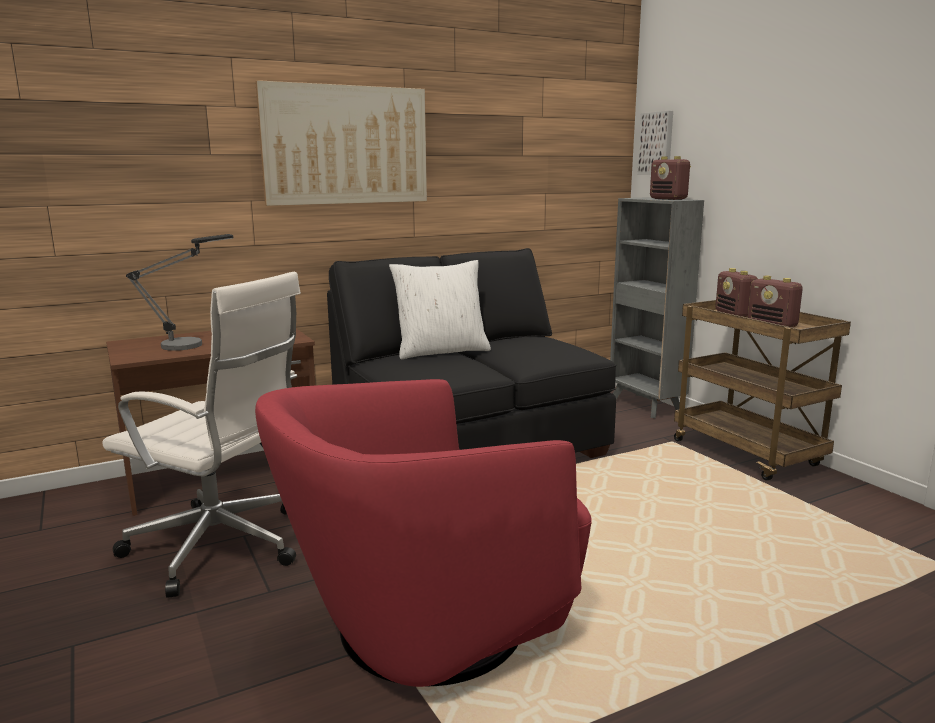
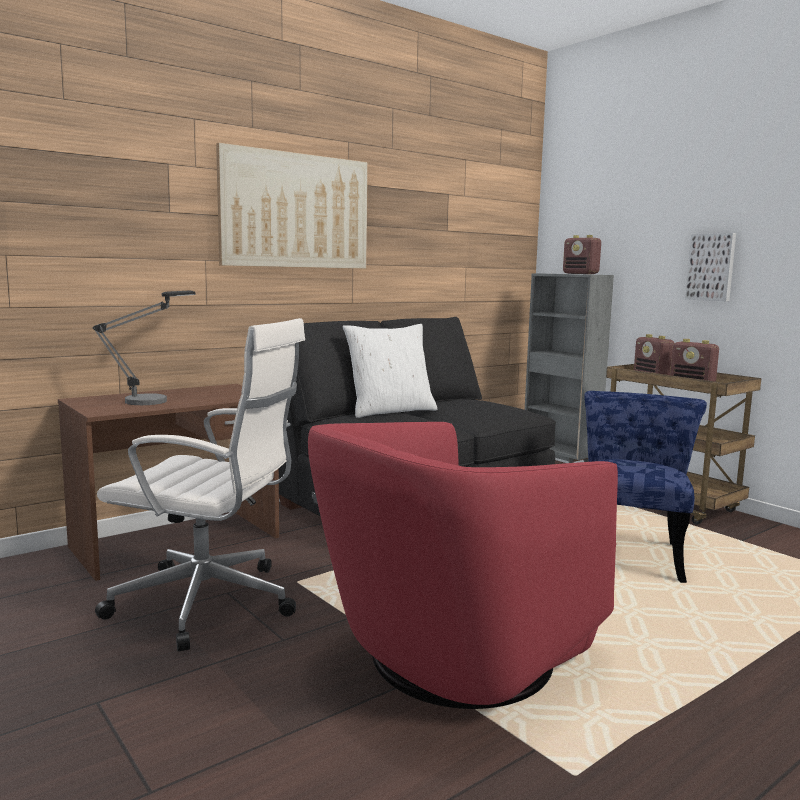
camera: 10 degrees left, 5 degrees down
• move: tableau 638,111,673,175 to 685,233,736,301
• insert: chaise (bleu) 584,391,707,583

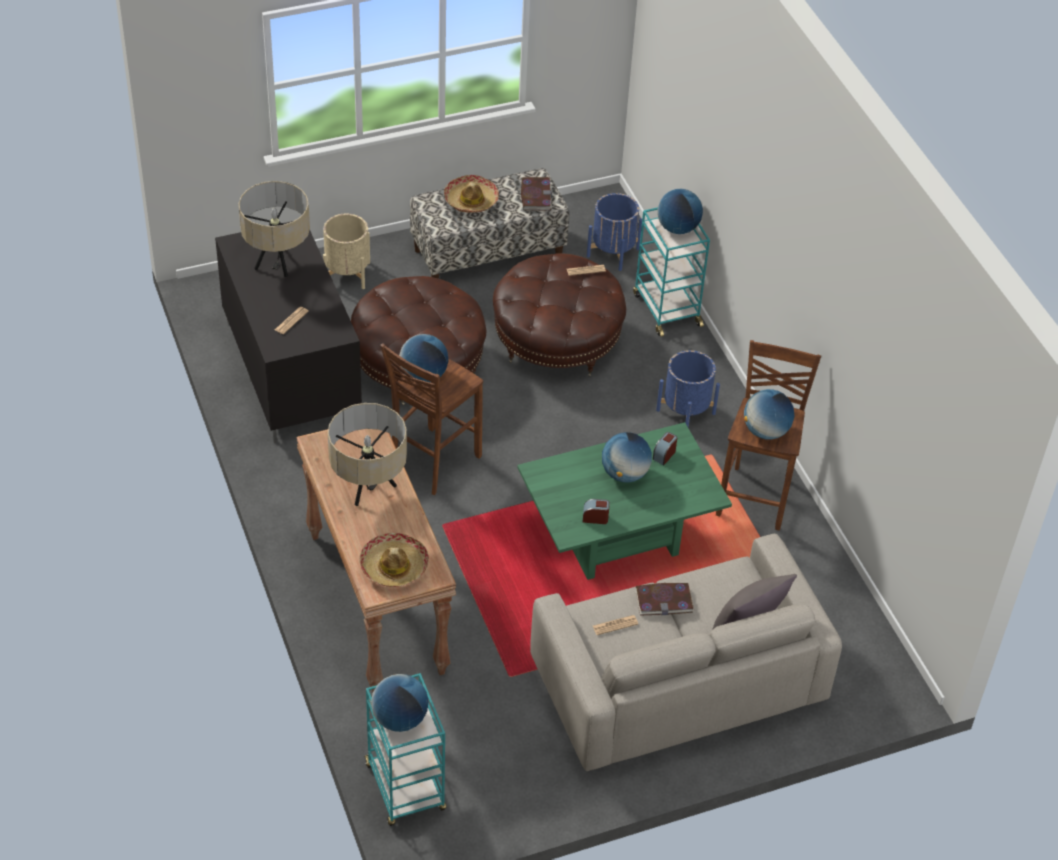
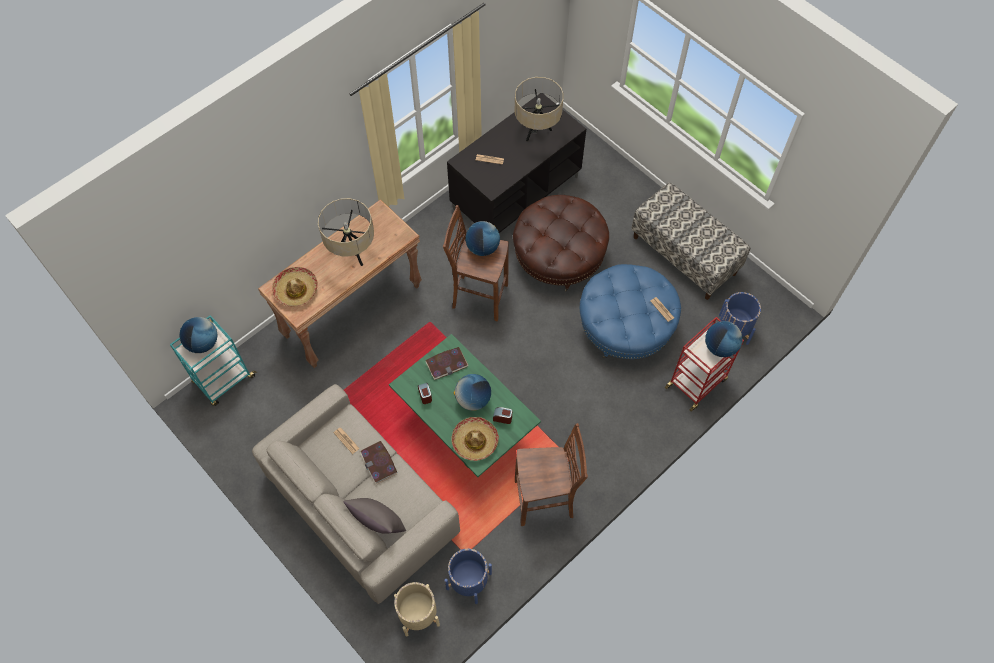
camera: 70 degrees right, 15 degrees up
• move: cache-pot (beige) 323,214,370,289 to 394,582,440,637
• move: chapeau 444,175,499,213 to 451,417,499,461
• recolor: pouf (marron) 493,253,626,377 to pouf (bleu) 580,264,681,359
• move: livre 521,177,552,211 to 425,347,468,380
• recolor: chariot (turquoise) 633,207,710,337 to chariot (rouge) 665,317,744,412
• move: cache-pot (bleu) 656,350,720,428 to 445,549,492,604
• delete: globe 744,389,794,440

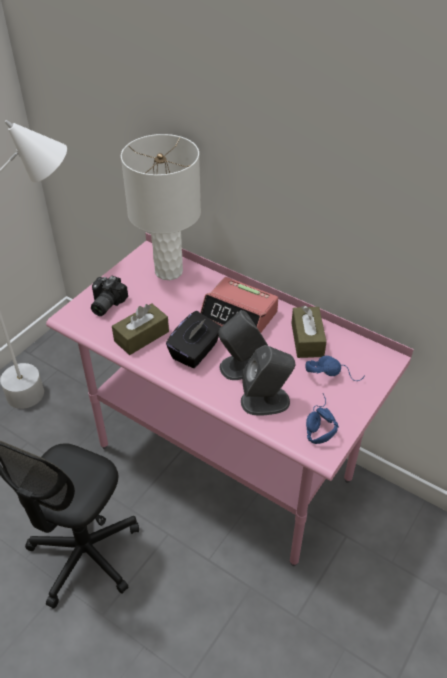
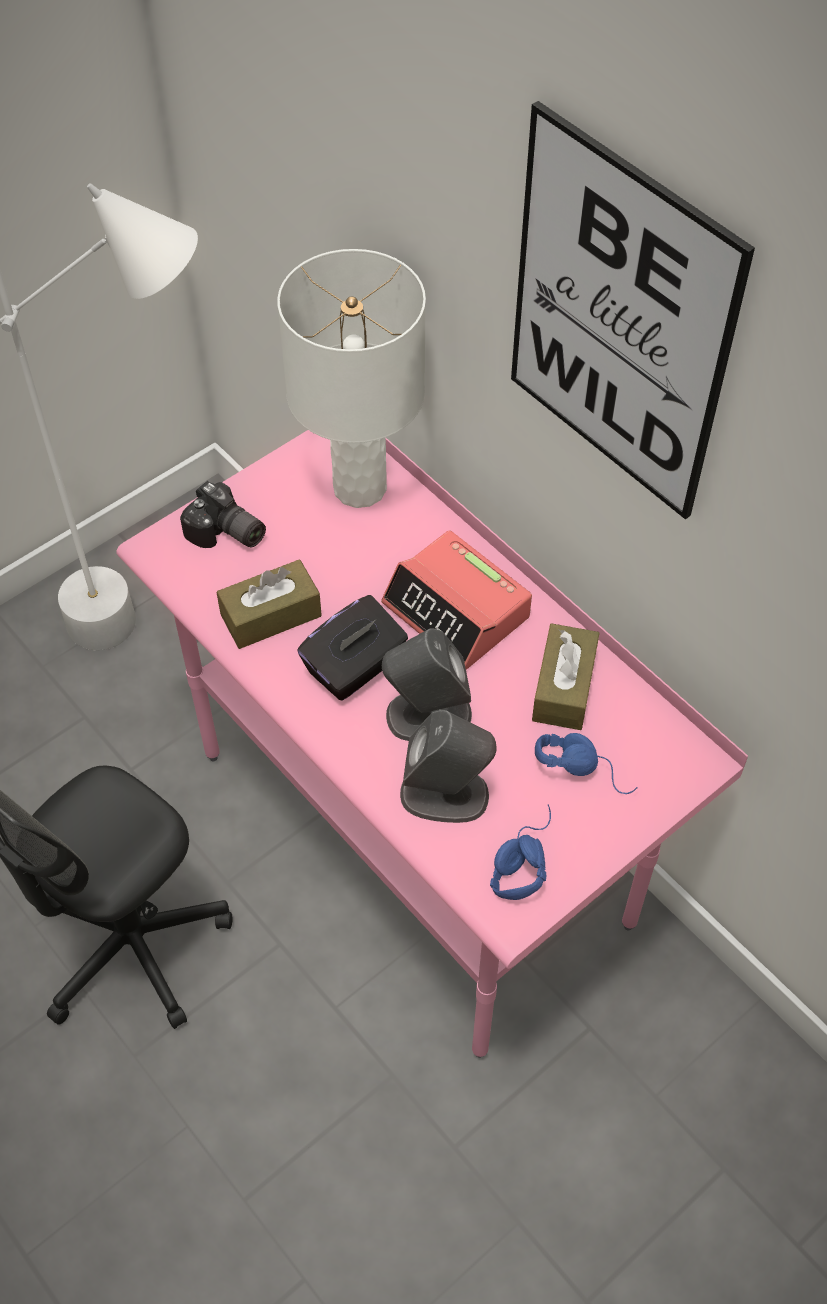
camera: 15 degrees right, 10 degrees up
• rotate: appareil photo 91,276,128,316 = 180,481,266,548 90 degrees counterclockwise
• insert: tableau 511,101,755,519

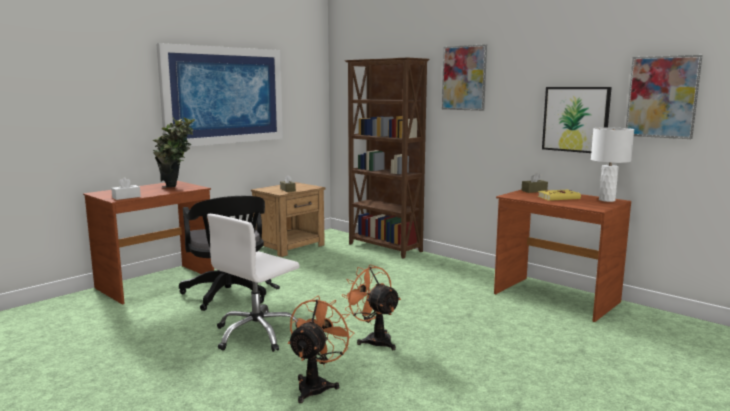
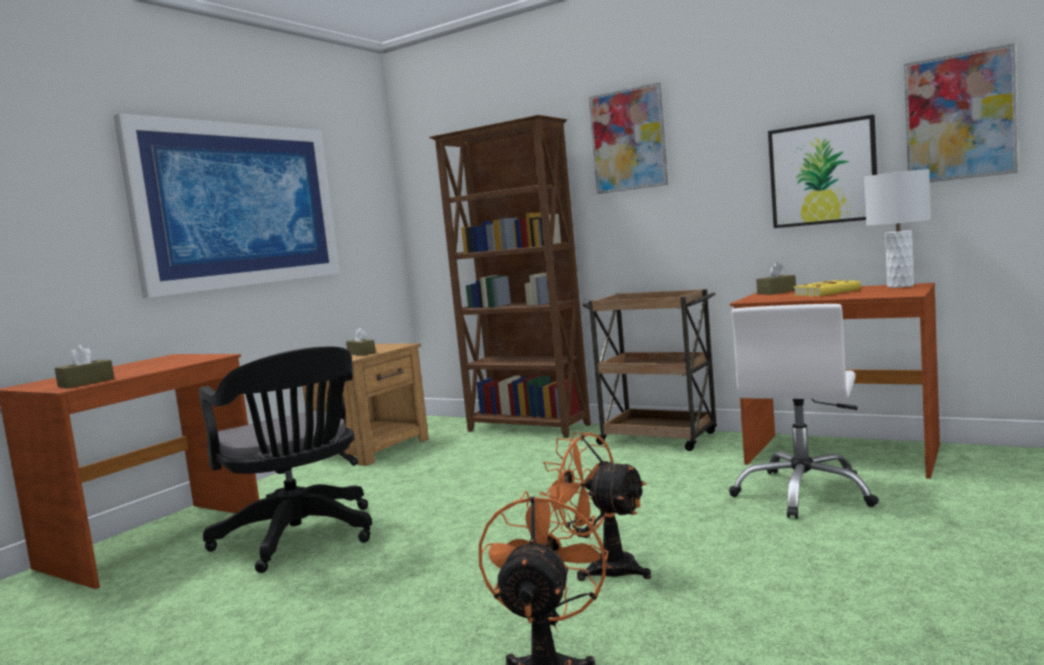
camera: 10 degrees left, 5 degrees down
• recolor: boîte à mouchoirs (blanc) 111,177,141,200 to boîte à mouchoirs (marron) 54,345,114,388
• delete: plante en pot 152,117,195,188
• move: chaise de bureau (blanc) 207,214,299,352 to 729,304,879,519
• insert: chariot (marron) 583,289,717,451

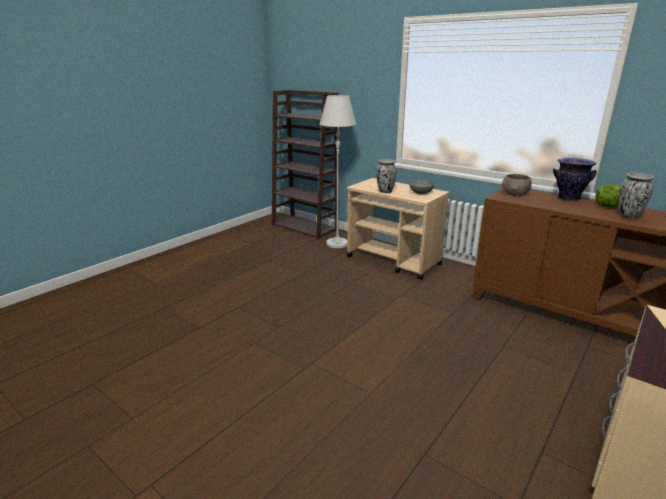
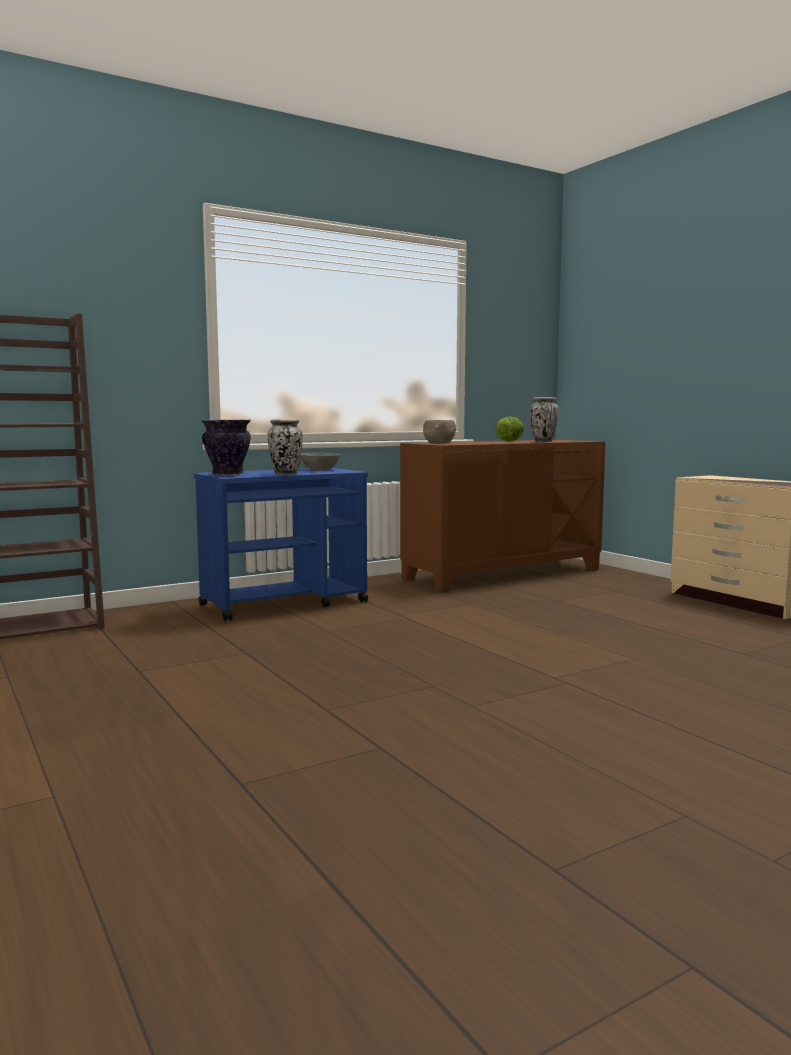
camera: 70 degrees left, 15 degrees down
• delete: lampadaire (blanc) 320,95,356,248
• recolor: chariot (beige) 346,178,450,280 to chariot (bleu) 194,468,368,621
• move: vase 553,158,597,201 to 201,420,251,476

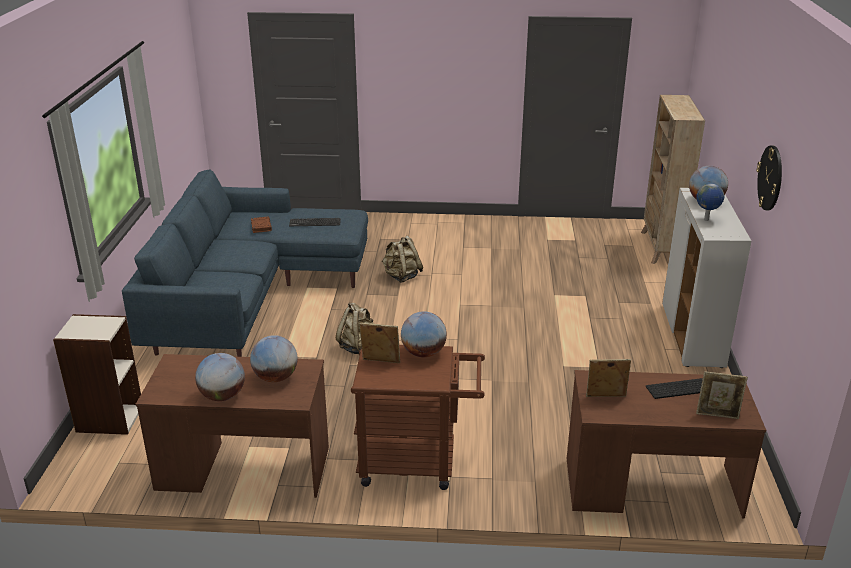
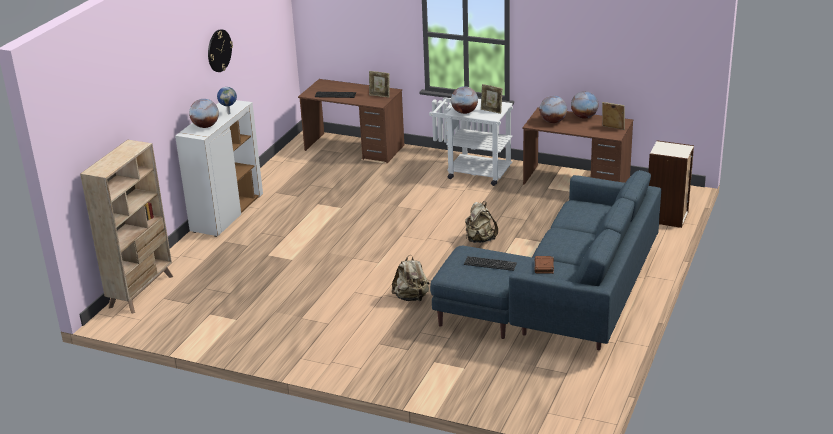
camera: 160 degrees left, 0 degrees up
• recolor: chariot (marron) 351,345,485,490 to chariot (blanc) 429,97,513,186
• move: cadre photo 696,371,748,419 to 602,102,625,130

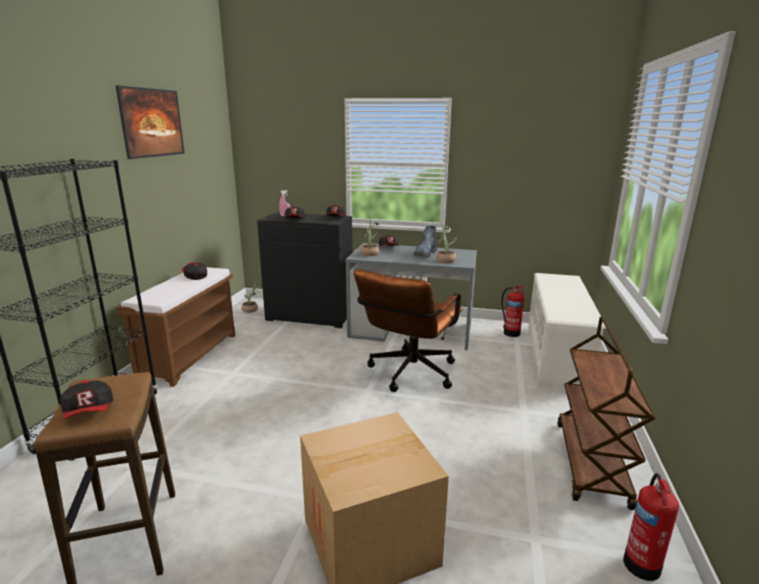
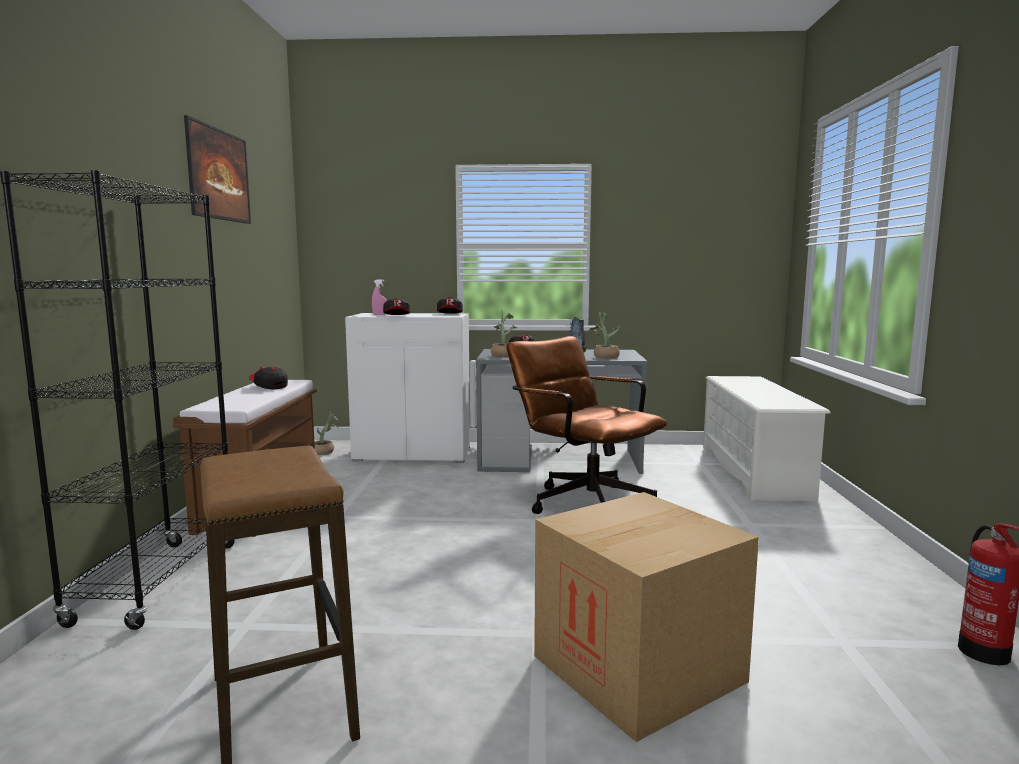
camera: 10 degrees left, 10 degrees down
• delete: casquette 60,380,113,419
• recolor: meuble de rangement (noir) 257,212,352,328 to meuble de rangement (blanc) 345,313,470,463
• rotate: chaise de bureau (marron) 354,269,462,392 = 506,336,667,514 120 degrees clockwise
• delete: extincteur 501,286,526,337
• delete: chariot (marron) 557,317,655,510

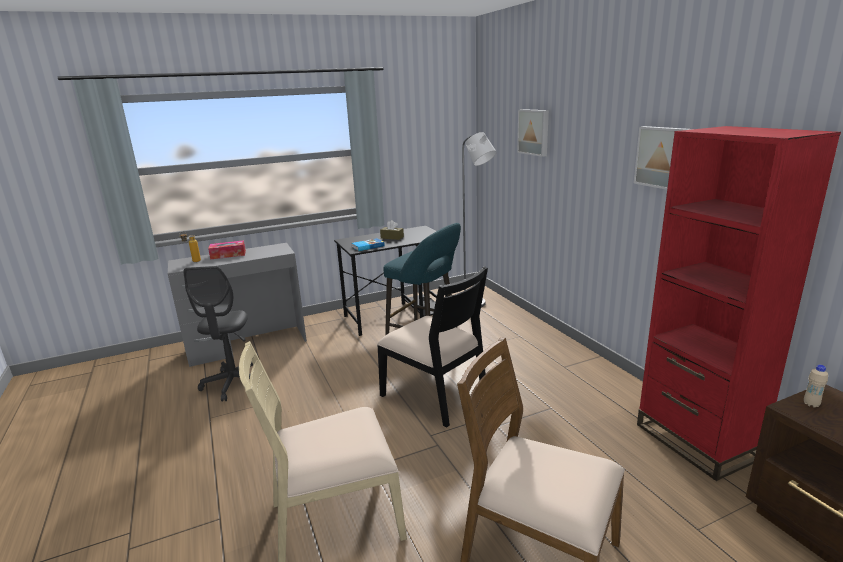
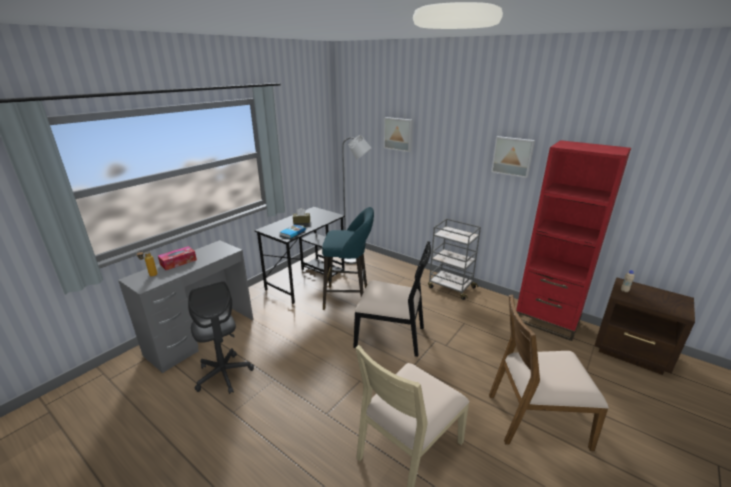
camera: 30 degrees left, 5 degrees up
• insert: chariot (gris) 428,218,481,300

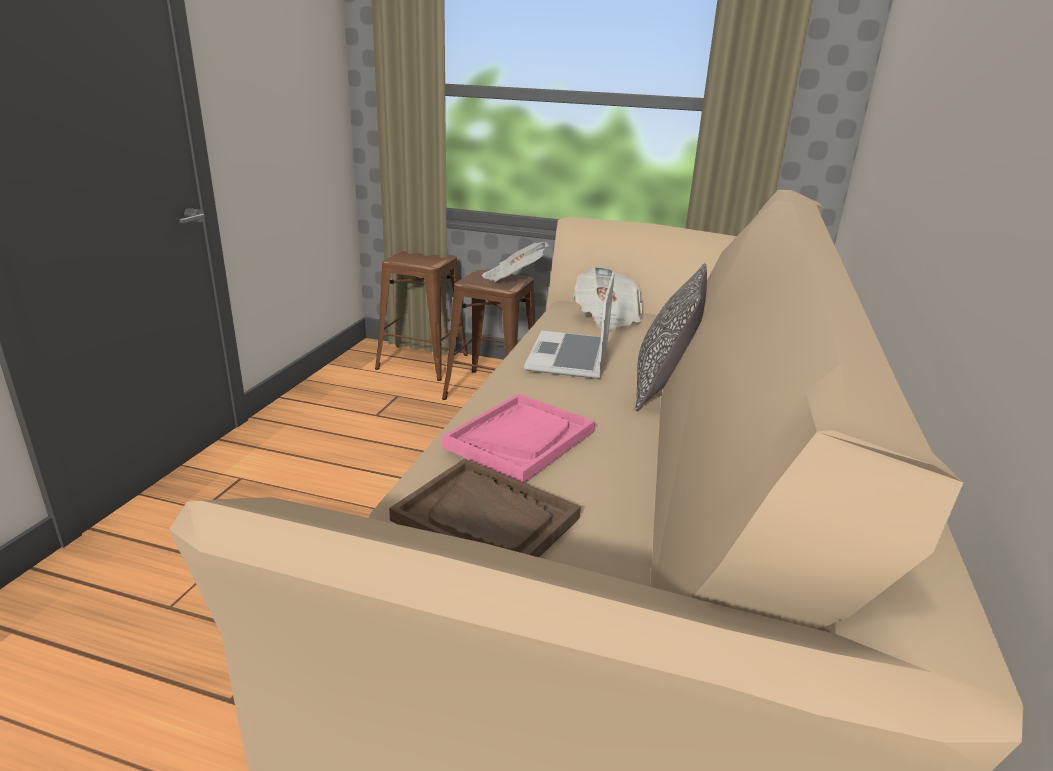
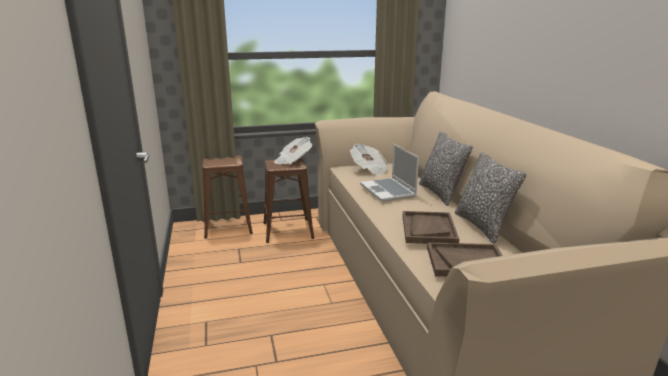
camera: 30 degrees left, 5 degrees down
• recolor: plateau (rose) 442,394,595,483 to plateau (marron) 403,211,459,244
• insert: coussin 455,152,526,244

